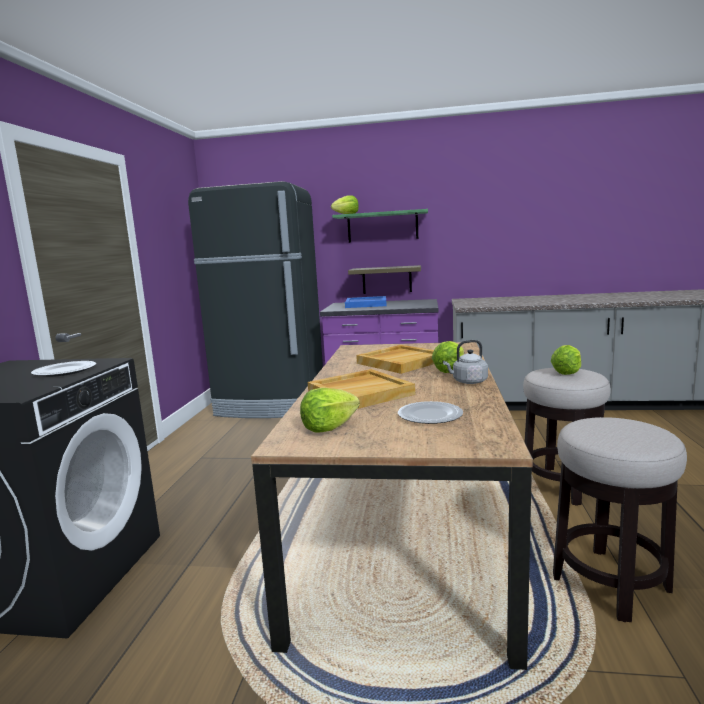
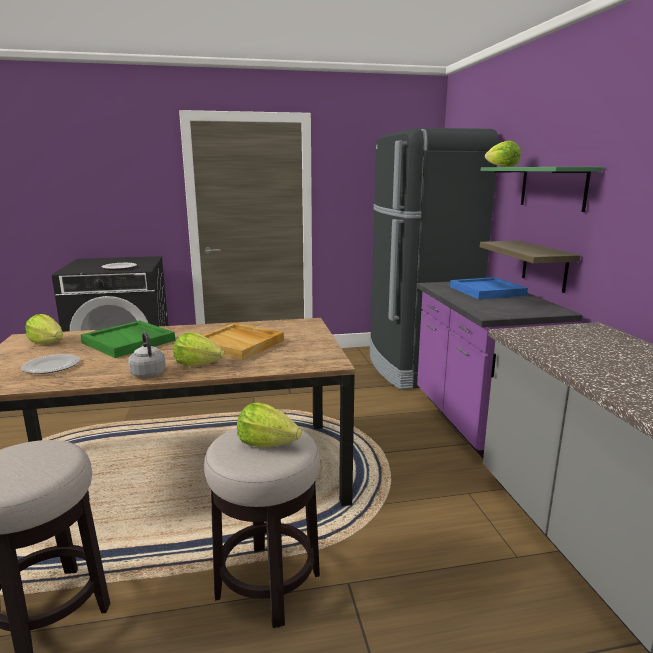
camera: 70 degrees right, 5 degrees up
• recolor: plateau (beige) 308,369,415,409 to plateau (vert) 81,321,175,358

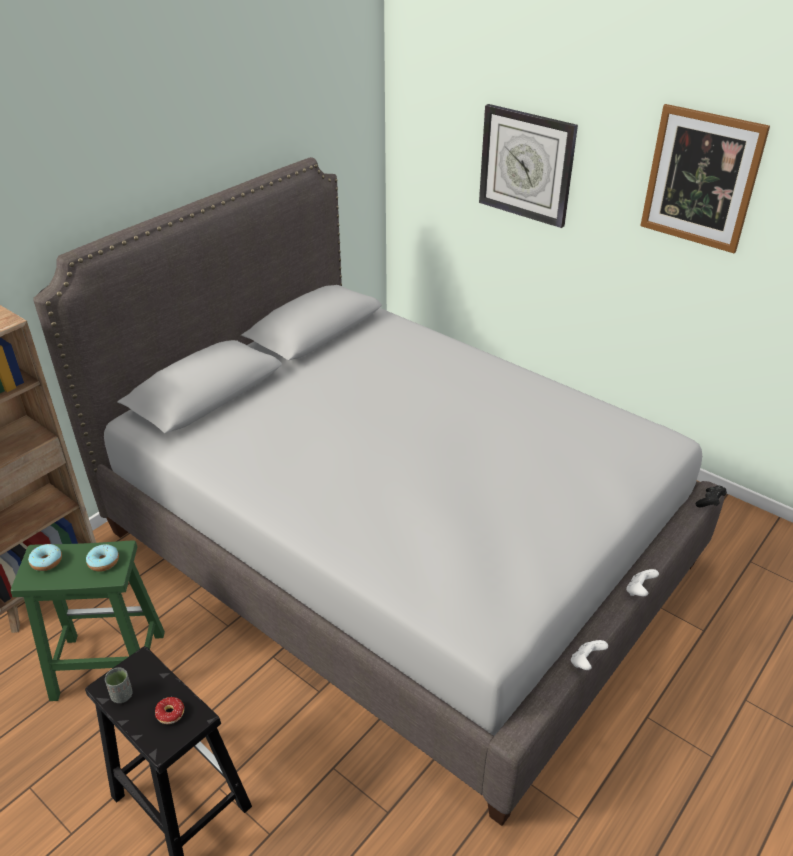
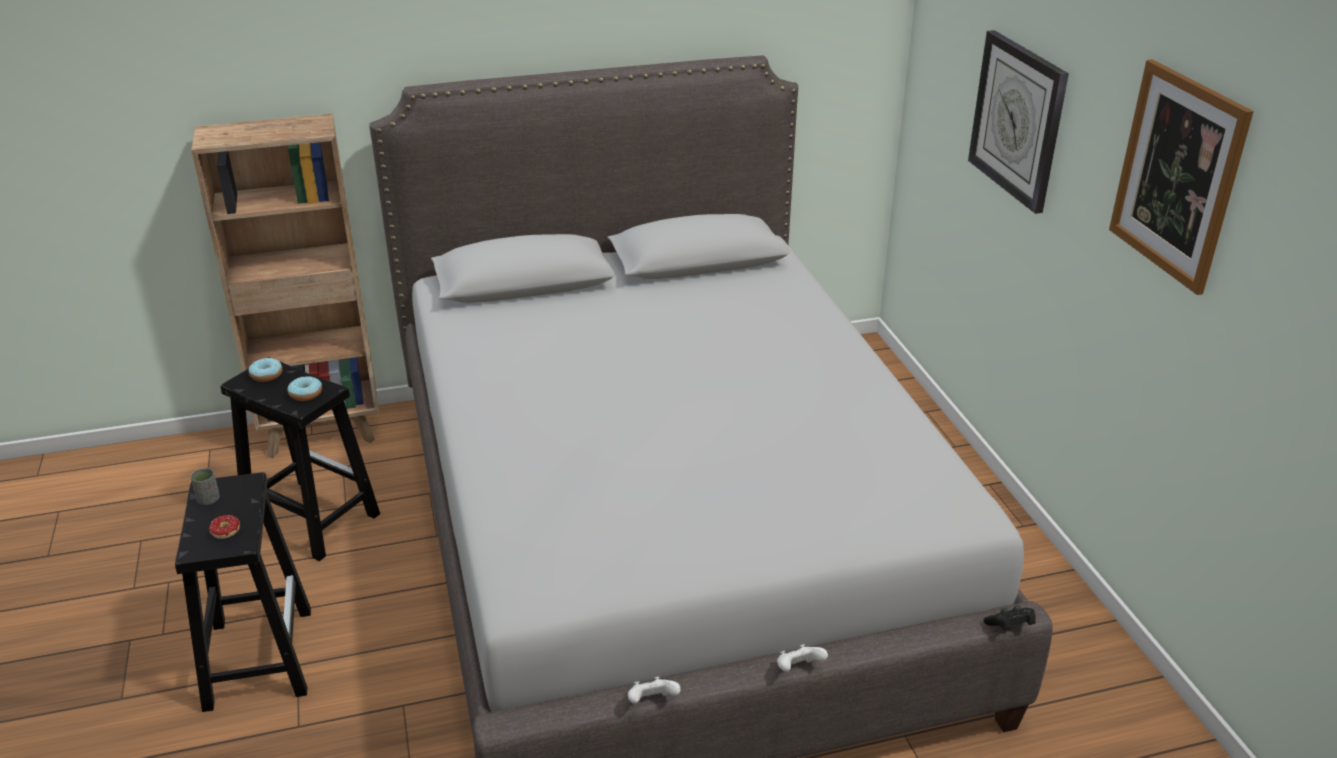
camera: 35 degrees right, 5 degrees down
• recolor: tabouret (vert) 11,540,165,701 to tabouret (noir) 221,357,380,561

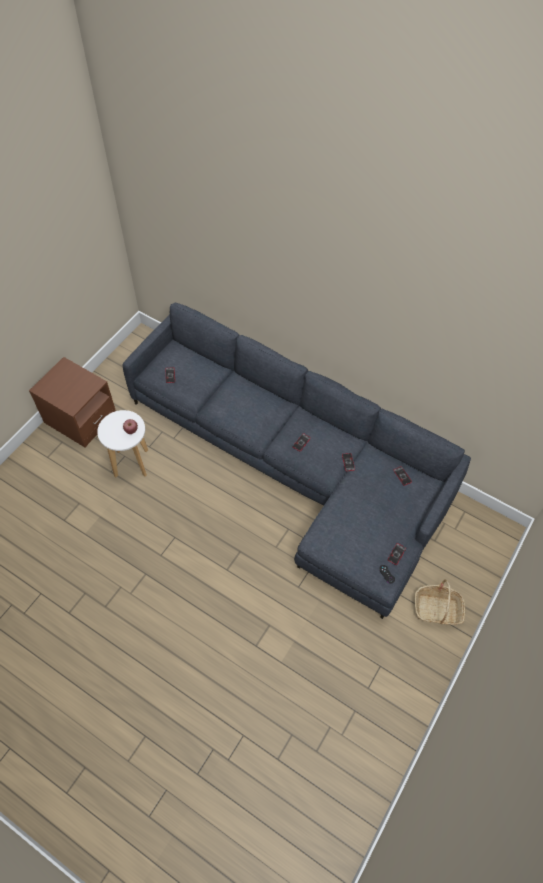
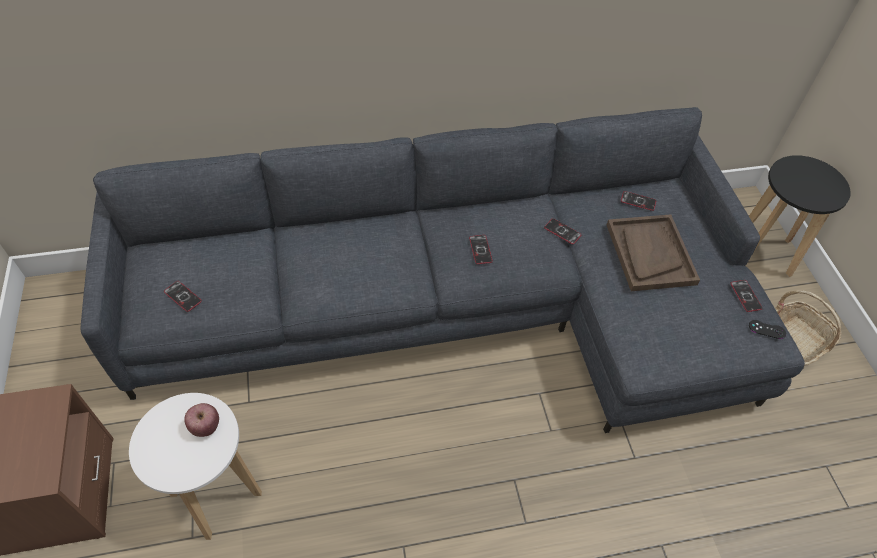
camera: 45 degrees left, 5 degrees down
• insert: plateau (marron) 607,214,700,291
• insert: tabouret (noir) 749,155,851,277

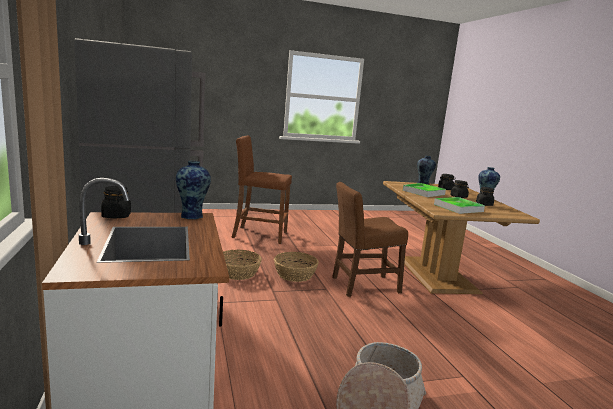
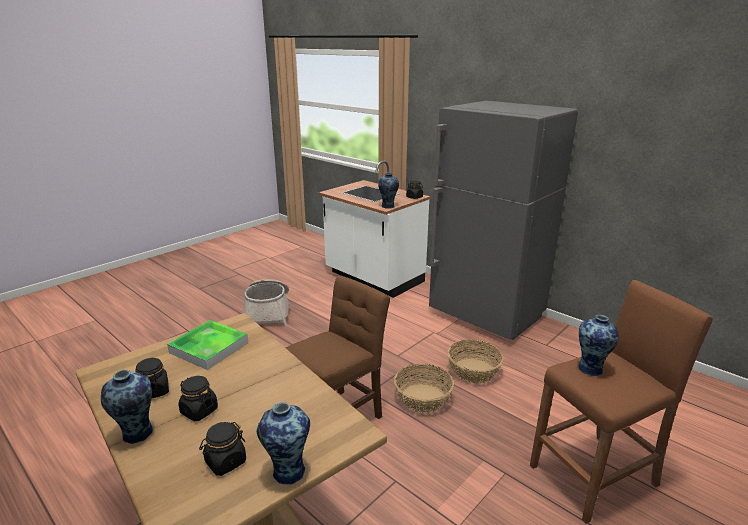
camera: 150 degrees right, 10 degrees up
• delete: plateau 403,183,446,197
• insert: vase 579,315,619,377

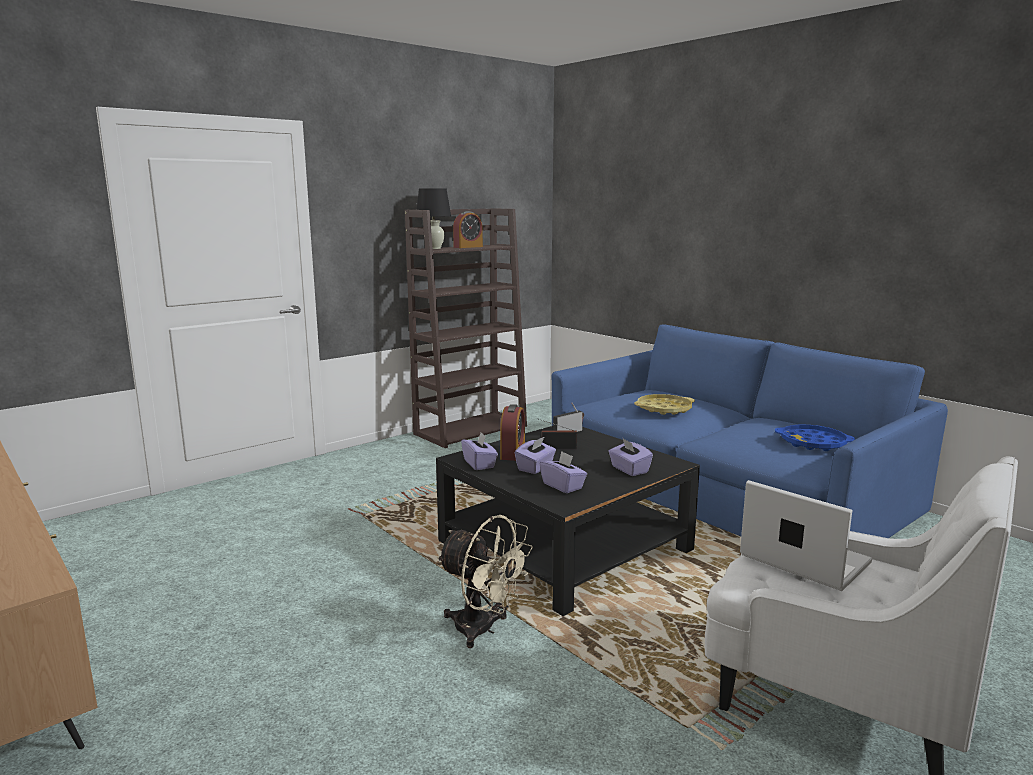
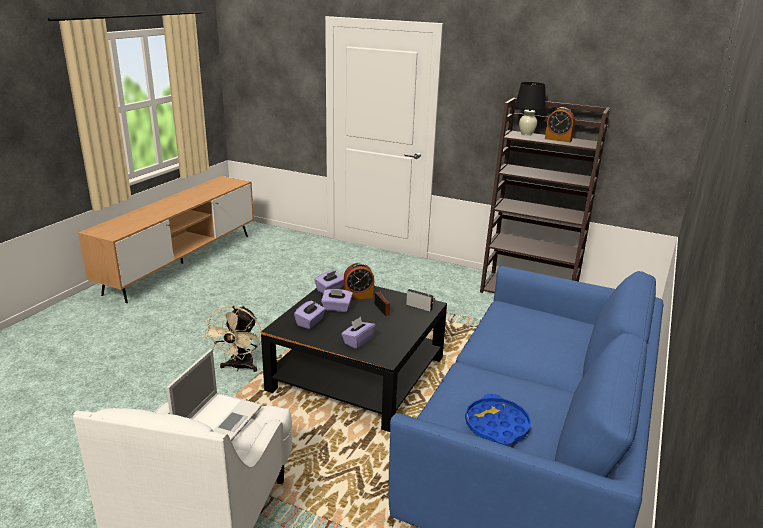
camera: 65 degrees right, 10 degrees up
• delete: plateau (jaune) 634,394,695,415

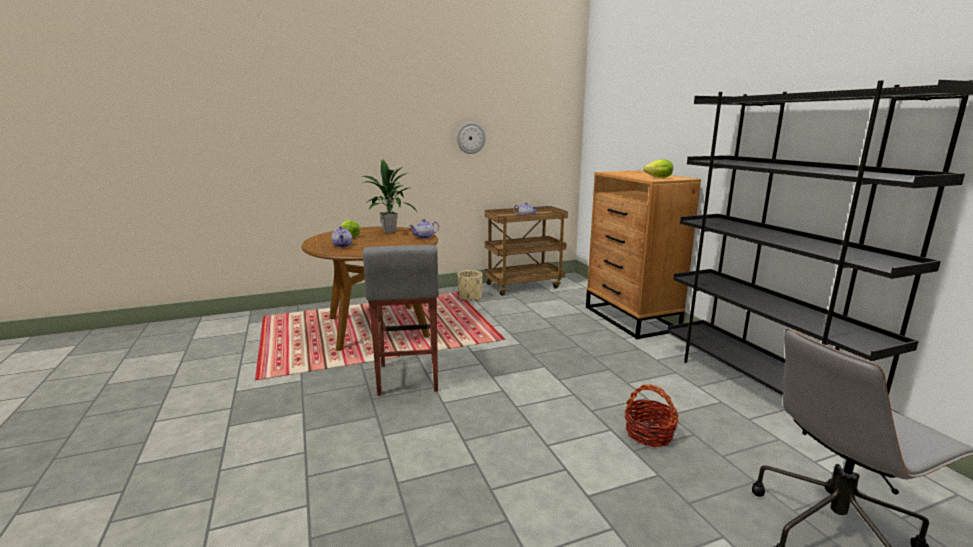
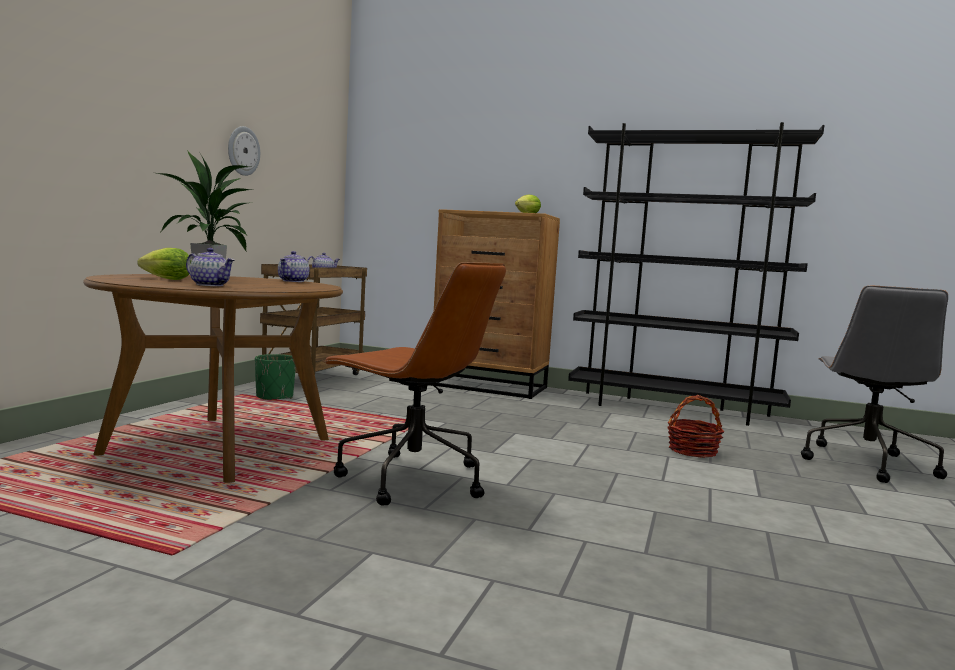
camera: 50 degrees left, 10 degrees down
• replace: tabouret (gris) 363,245,439,396 to chaise de bureau (marron) 323,262,506,506
• recolor: cache-pot (beige) 458,270,483,301 to cache-pot (vert) 255,354,296,400

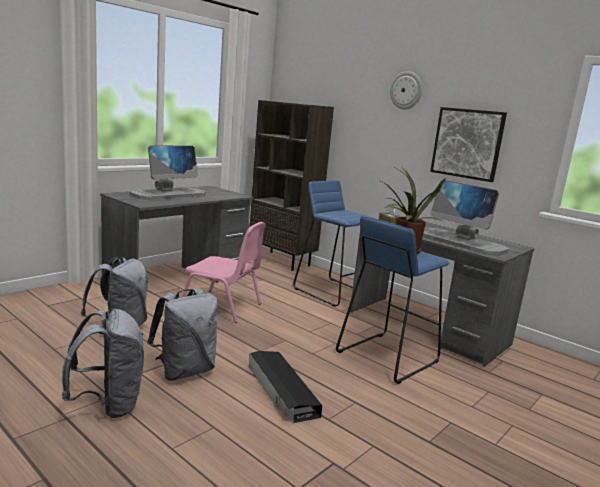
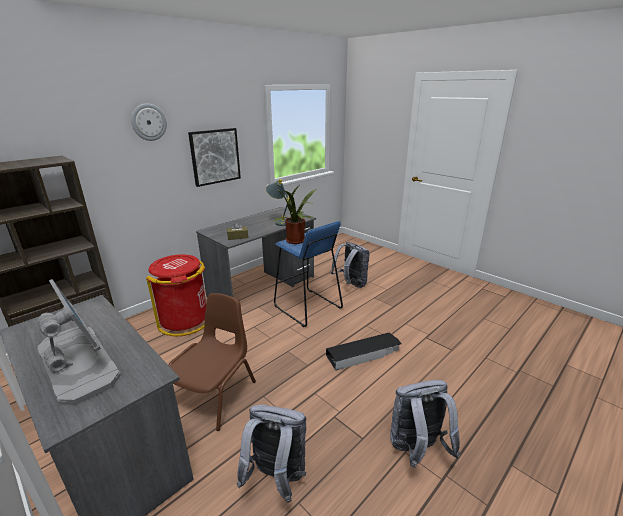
camera: 85 degrees left, 10 degrees up
• move: sac à dos (gris) 147,288,218,380 to 331,242,370,288
• recolor: chaise (rose) 182,222,266,323 to chaise (marron) 168,293,256,431
• replace: tabouret (bleu) 293,180,375,307 to poubelle (rouge) 146,254,206,336
• replace: écran d'ordinateur 423,181,509,256 to lampe de table (gris) 266,179,289,226

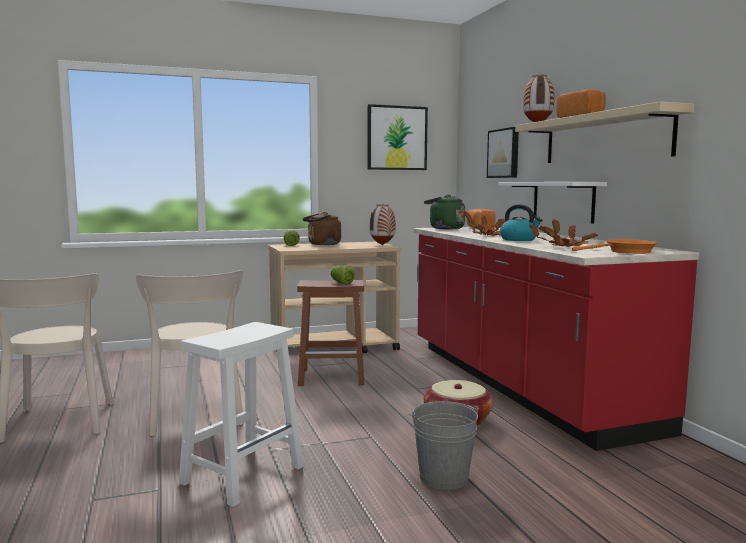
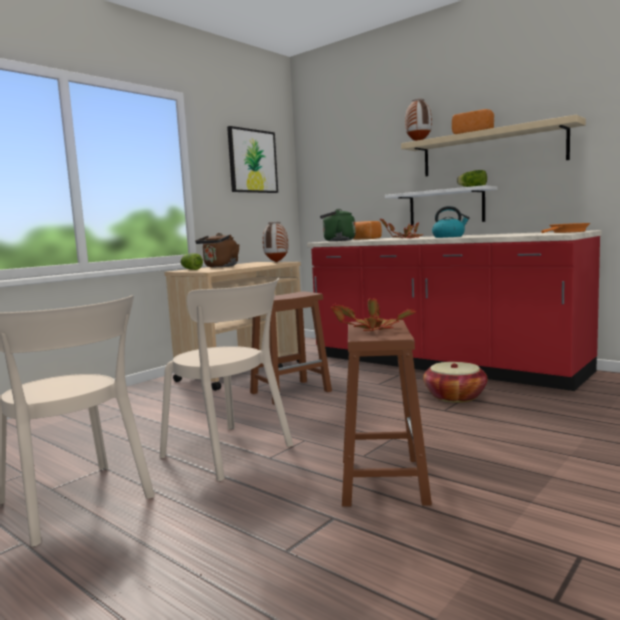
camera: 30 degrees left, 0 degrees up
• recolor: tabouret (blanc) 179,322,304,507 to tabouret (marron) 342,320,432,507
• move: laitue 330,265,355,285 to 457,170,487,187
• delete: seau (gris) 409,401,479,490
• delete: tableau 487,127,519,178
• move: plante en pot 529,219,598,247 to 331,296,416,331

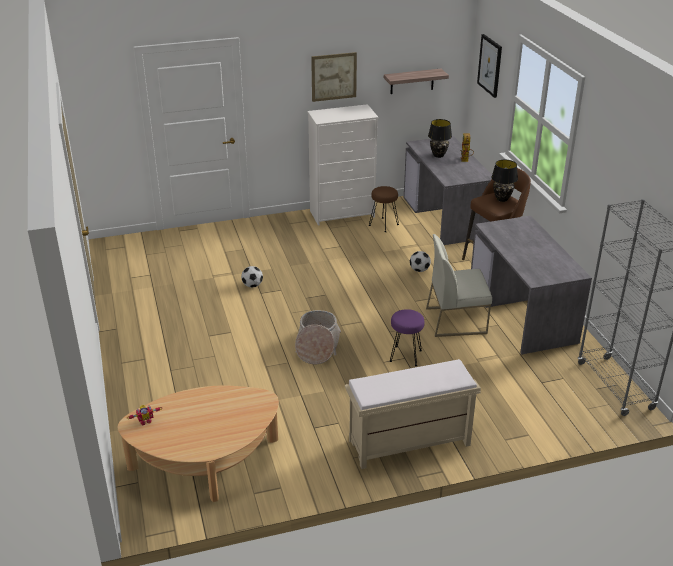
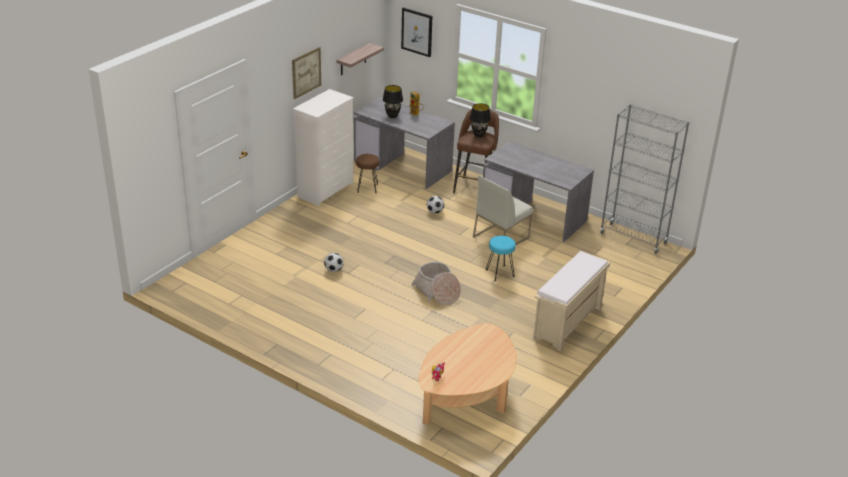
camera: 40 degrees left, 0 degrees up
• recolor: tabouret (violet) 390,309,425,366 to tabouret (turquoise) 486,236,516,281

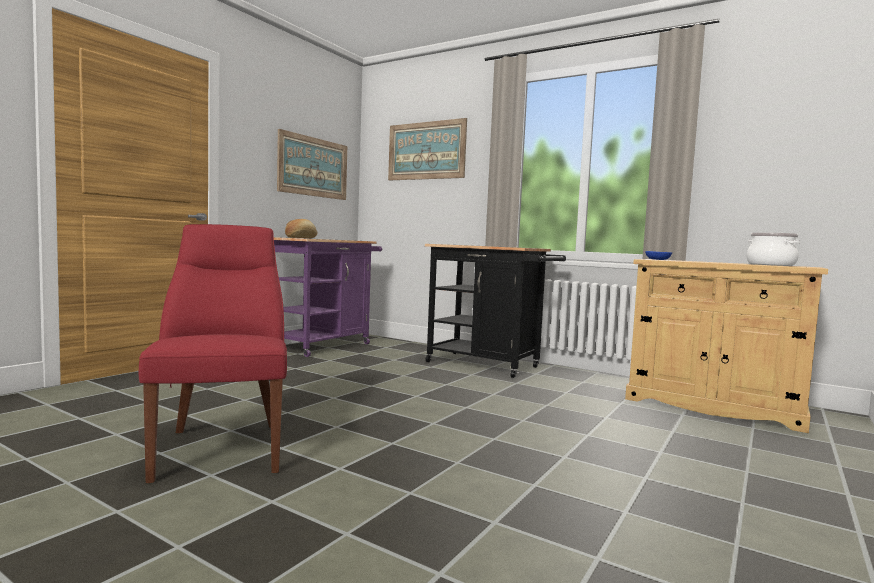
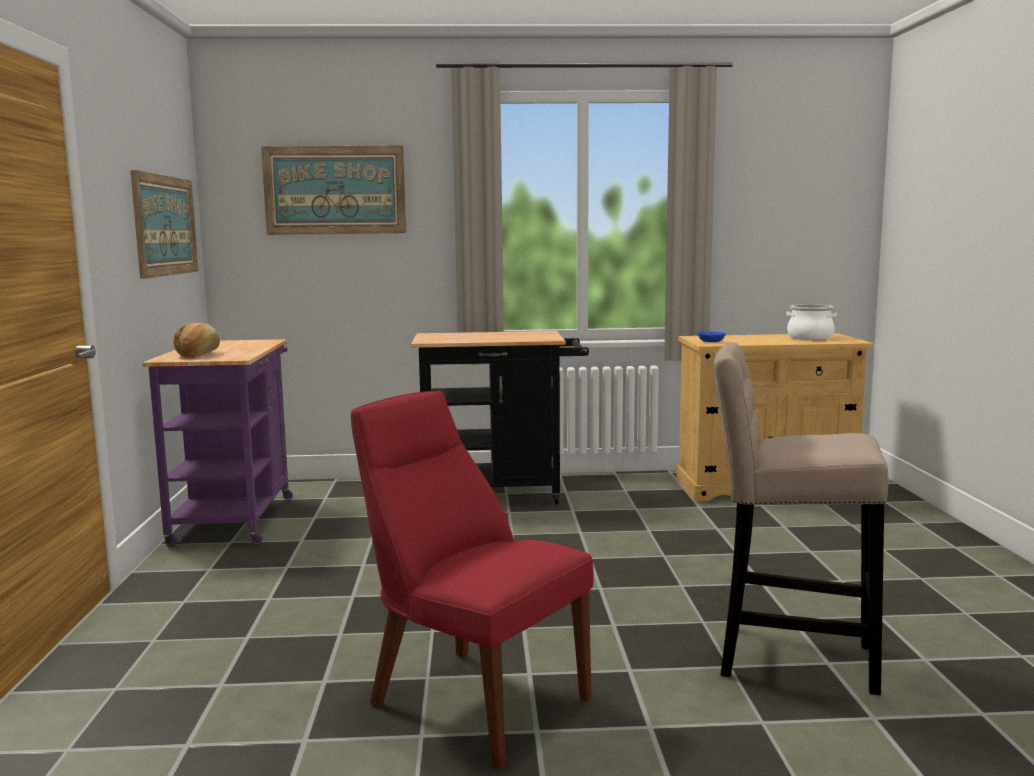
camera: 35 degrees left, 5 degrees up
• insert: tabouret (beige) 714,342,888,695

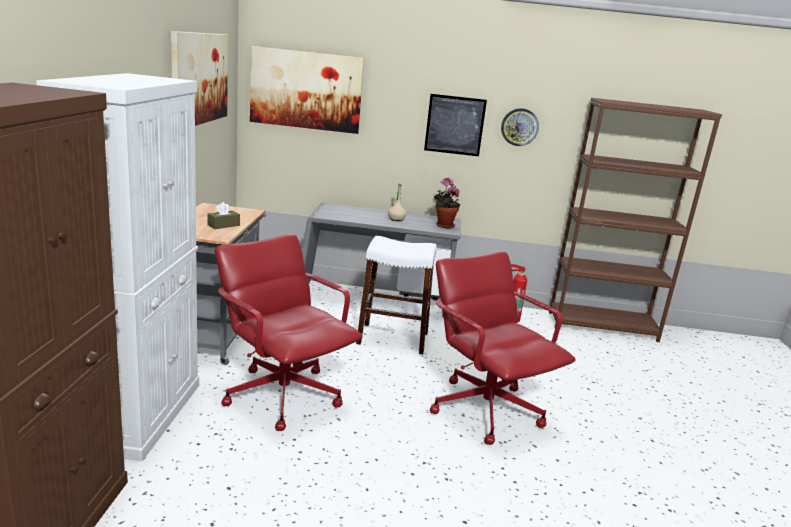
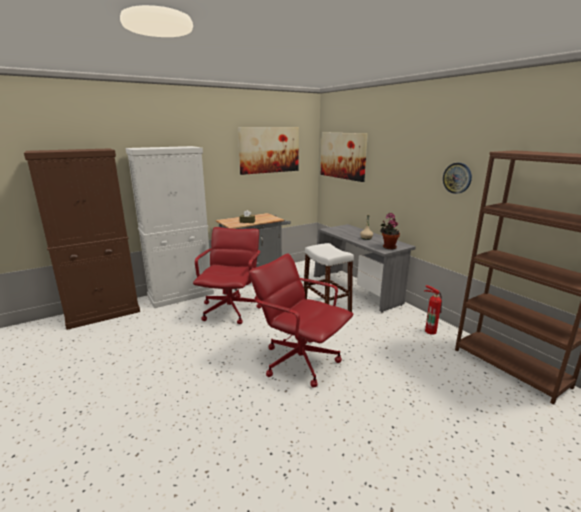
camera: 55 degrees right, 0 degrees up
• delete: tableau 424,94,487,156
• rotate: chaise de bureau (rouge) 430,252,576,445 = 249,253,353,388 75 degrees counterclockwise

